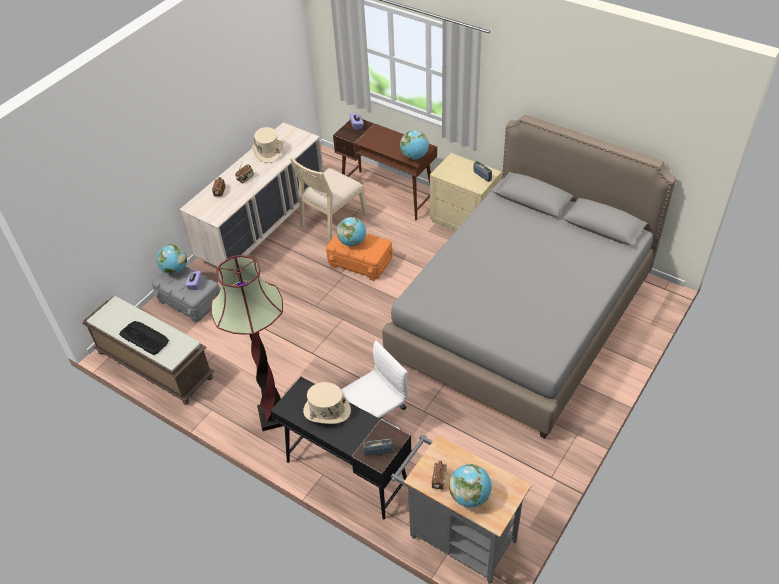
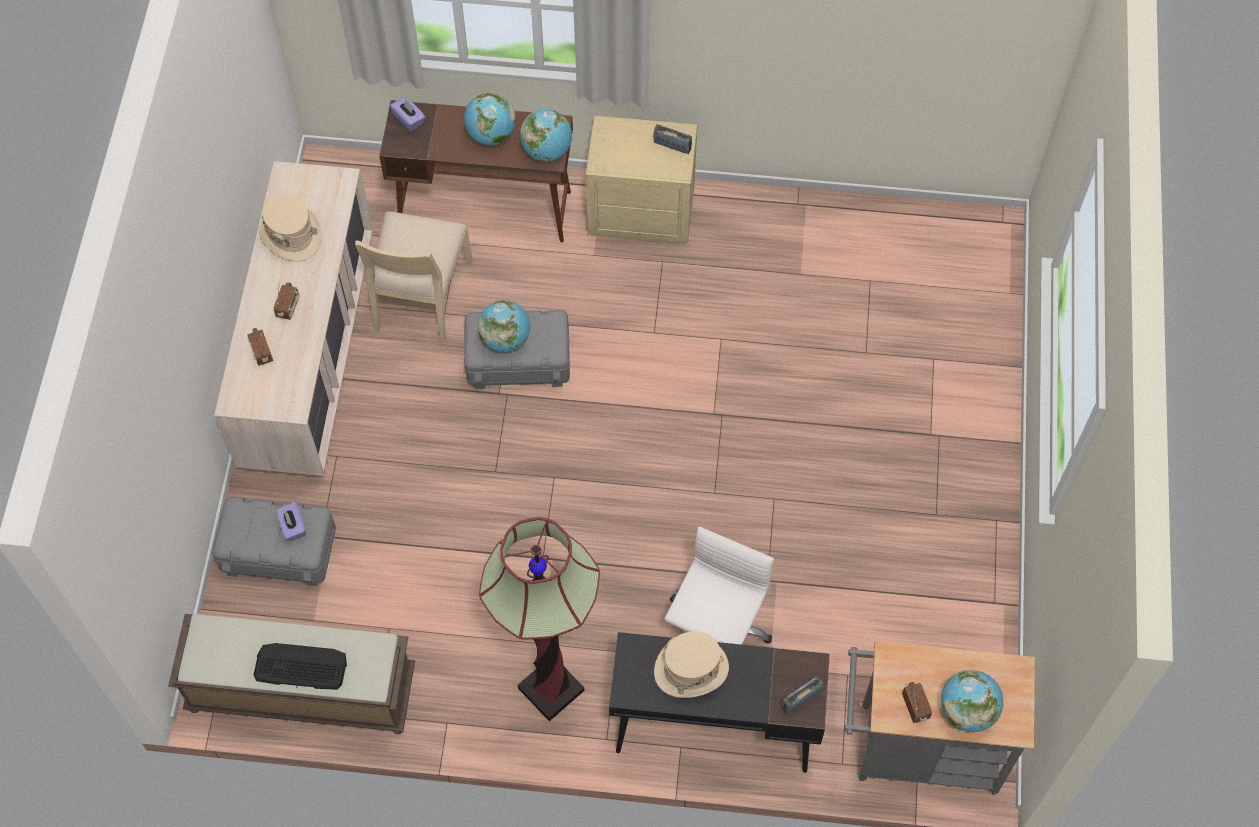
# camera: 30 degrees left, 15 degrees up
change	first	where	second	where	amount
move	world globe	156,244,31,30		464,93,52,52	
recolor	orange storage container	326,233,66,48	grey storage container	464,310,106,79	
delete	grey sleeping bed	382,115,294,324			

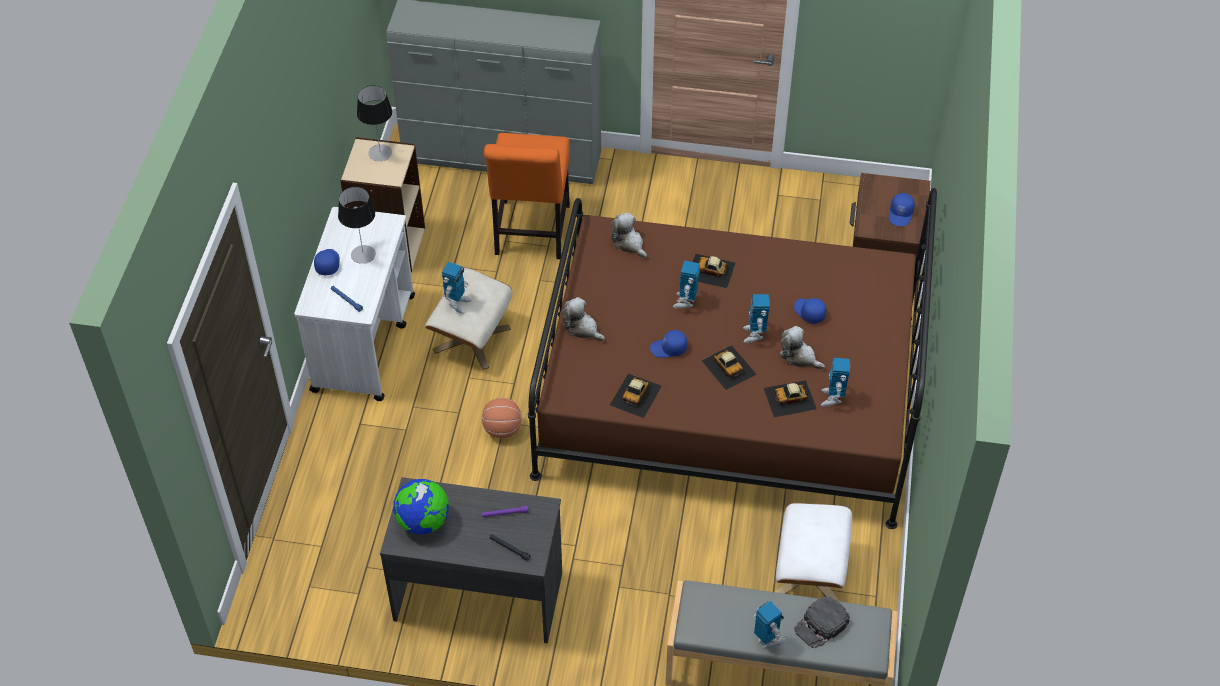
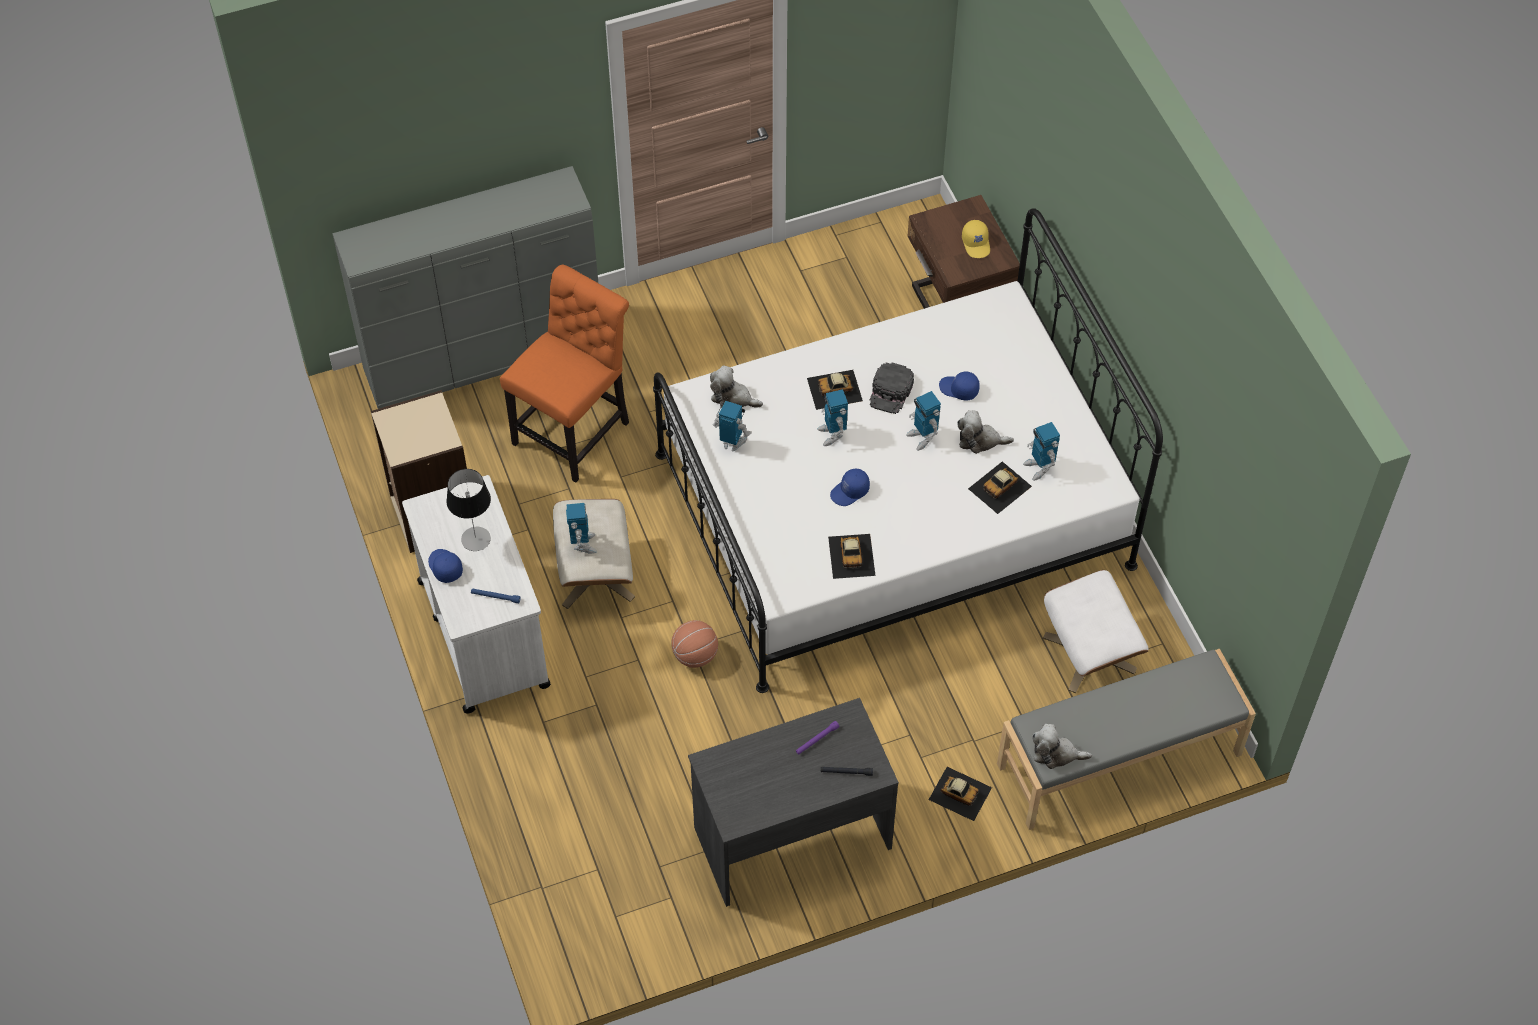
# camera: 30 degrees left, 5 degrees up
change	first	where	second	where	amount
rotate	orange plain chair	484,133,86,126		500,265,129,218	120 degrees counterclockwise
recolor	brown sleeping bed	528,188,409,341	whitish sleeping bed	653,208,510,485	
move	toy robot	754,601,32,47		713,401,39,51	
move	black-coloured cap	794,596,56,52		870,362,44,52	
move	model car	701,345,56,45		929,767,63,54	
recolor	blue cap	889,193,26,33	yellow cap	962,220,28,38	
move	cuddly toy	562,297,43,44		1032,724,60,45	
delete	tabletop lamp	357,85,35,76			
delete	world globe	393,479,56,55			

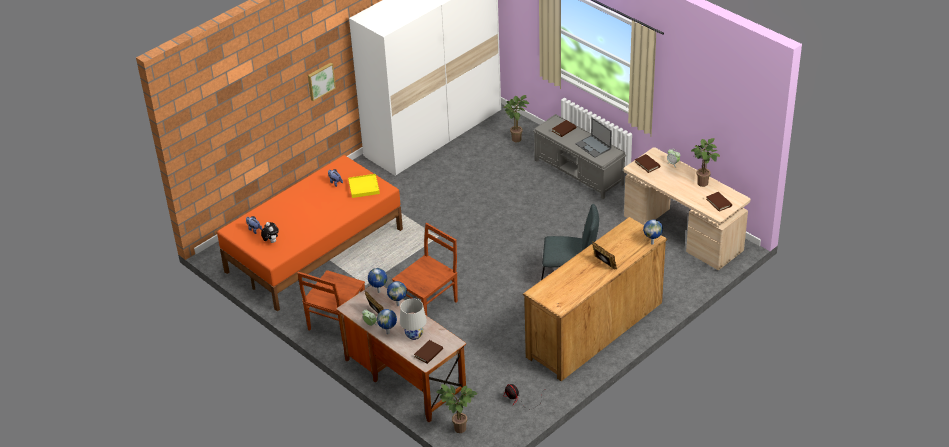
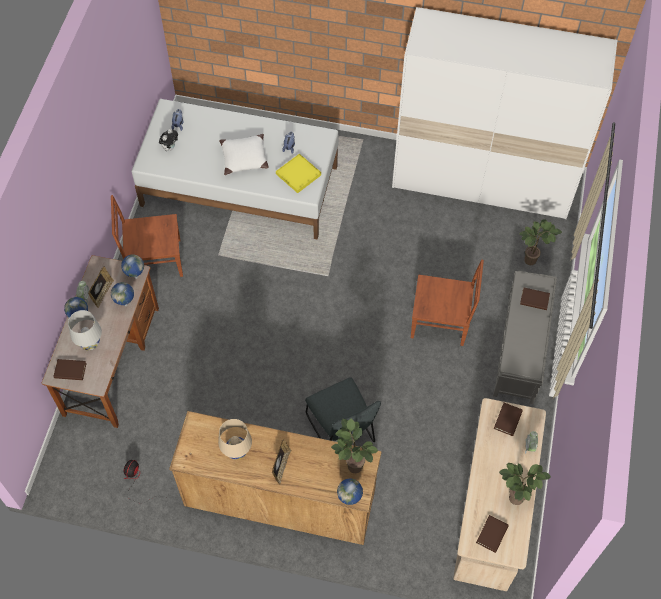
# camera: 55 degrees right, 20 degrees up
change	first	where	second	where	amount
recolor	orange sleeping bed	217,155,186,157	whitish sleeping bed	131,99,208,141	
insert			sand-coloured tabletop lamp	218,419,34,41	
insert			whitish throw pillow	219,134,50,41	
move	potted plant	437,384,40,49		331,419,47,54	
move	brown plain chair	392,223,66,93		411,260,73,86	
delete	wall art	308,63,28,38			
delete	notebook computer	575,118,37,40			

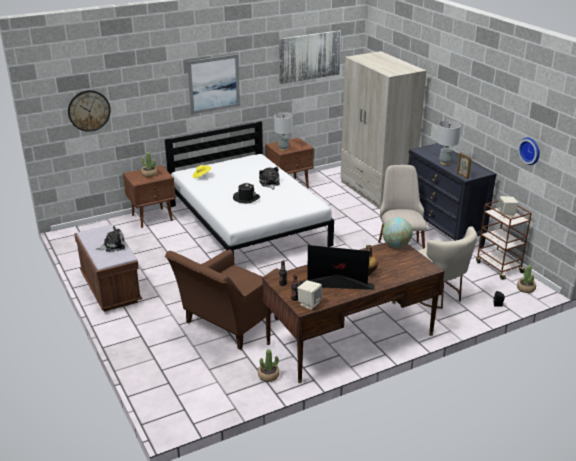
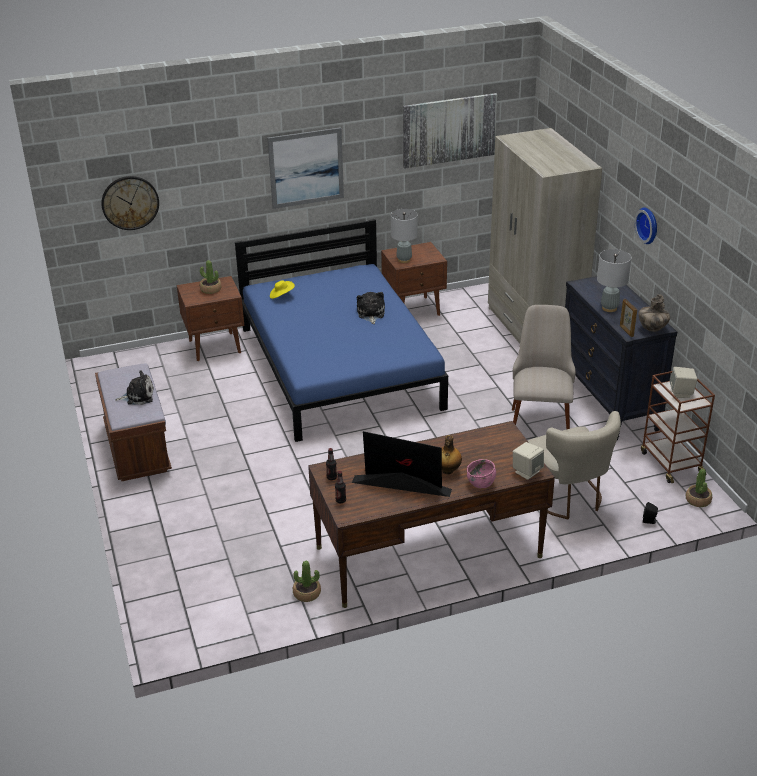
# camera: 10 degrees right, 5 degrees up
change	first	where	second	where	amount
recolor	whitish sleeping bed	165,121,169,134	blue sleeping bed	235,219,213,223	
insert			pink-coloured bowl	467,459,29,29	
move	sand-coloured loudspeaker	297,280,25,30		513,442,31,38	
move	wall clock	518,137,22,28		634,207,23,37	
insert			flower vase	638,294,32,38	
delete	brown armchair	165,249,115,101			
delete	black-coloured wearable hat	233,182,27,22			
delete	world globe	382,217,31,31			

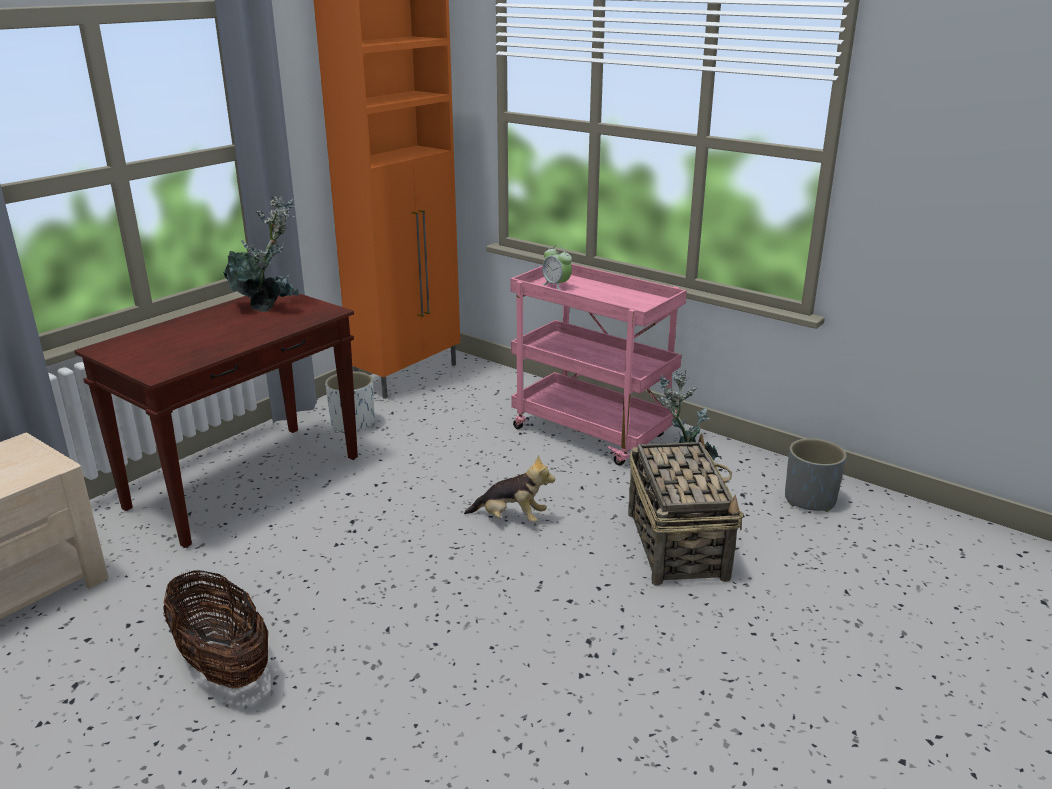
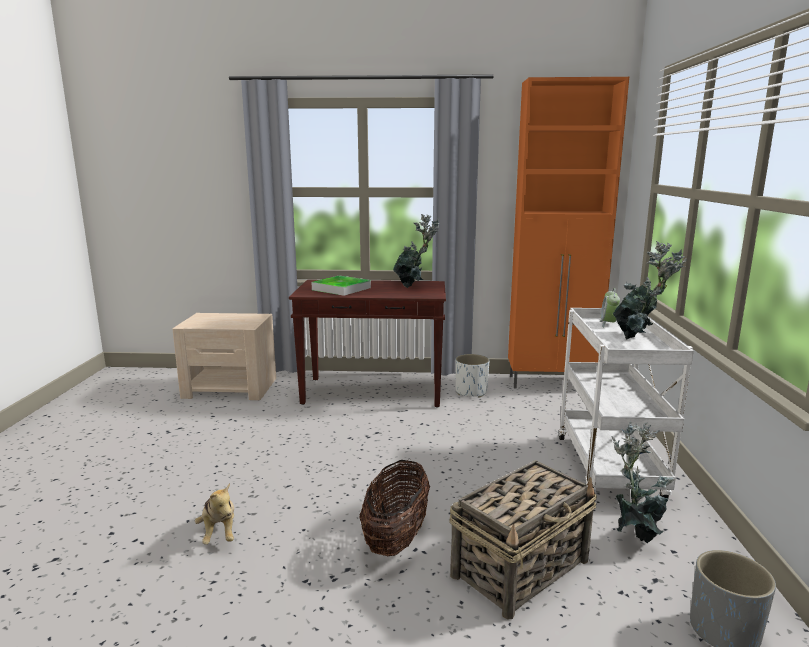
# camera: 55 degrees right, 10 degrees down
change	first	where	second	where	amount
move	cuddly toy	464,455,91,68		195,483,39,62	
insert			serving tray	312,275,59,21	
move	storage basket	163,569,105,120		359,460,71,97	
recolor	pink-coloured trolley	511,264,176,202	whitish trolley	559,308,135,190	
insert			potted plant	613,241,74,98	

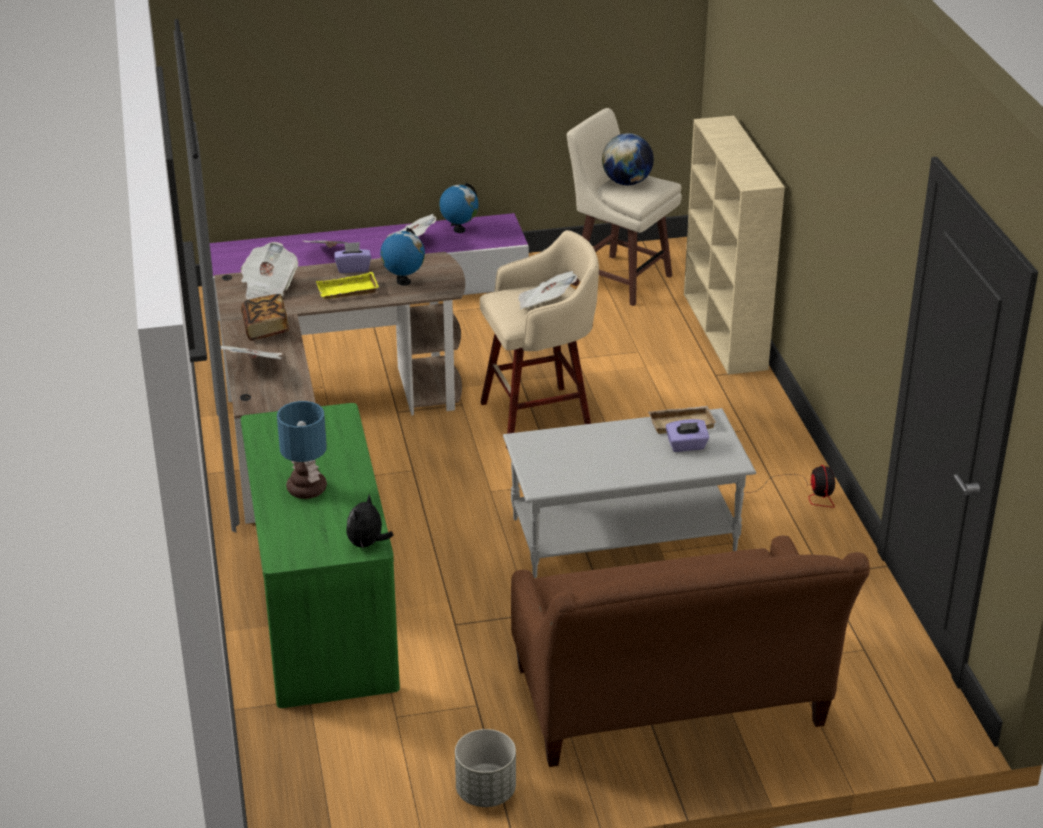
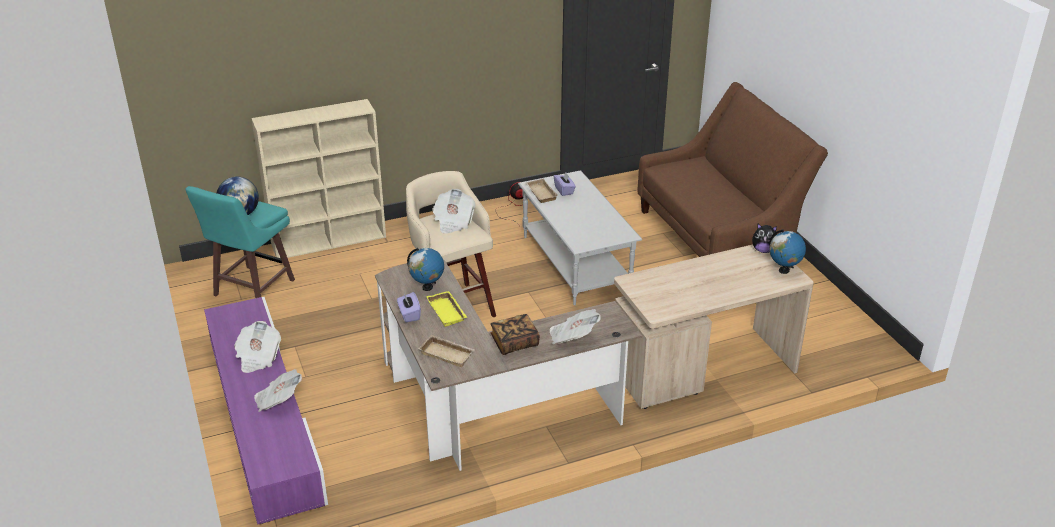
# camera: 100 degrees left, 0 degrees up
change	first	where	second	where	amount
recolor	sand-coloured sitting stool	567,108,115,198	turquoise-coloured sitting stool	185,186,110,112	
replace	printed paper	241,242,57,58	sand-coloured serving tray	418,335,57,32	
recolor	green desk	241,403,159,305	sand-coloured desk	614,244,200,165	
move	world globe	439,183,39,50		769,229,37,45	
delete	tabletop lamp	277,401,50,98			
delete	grey planter	455,729,61,78			

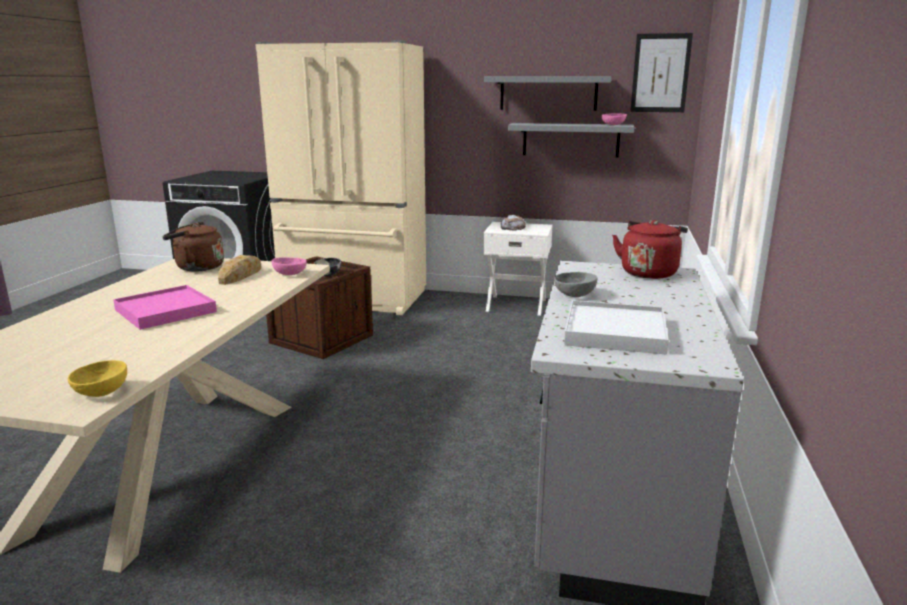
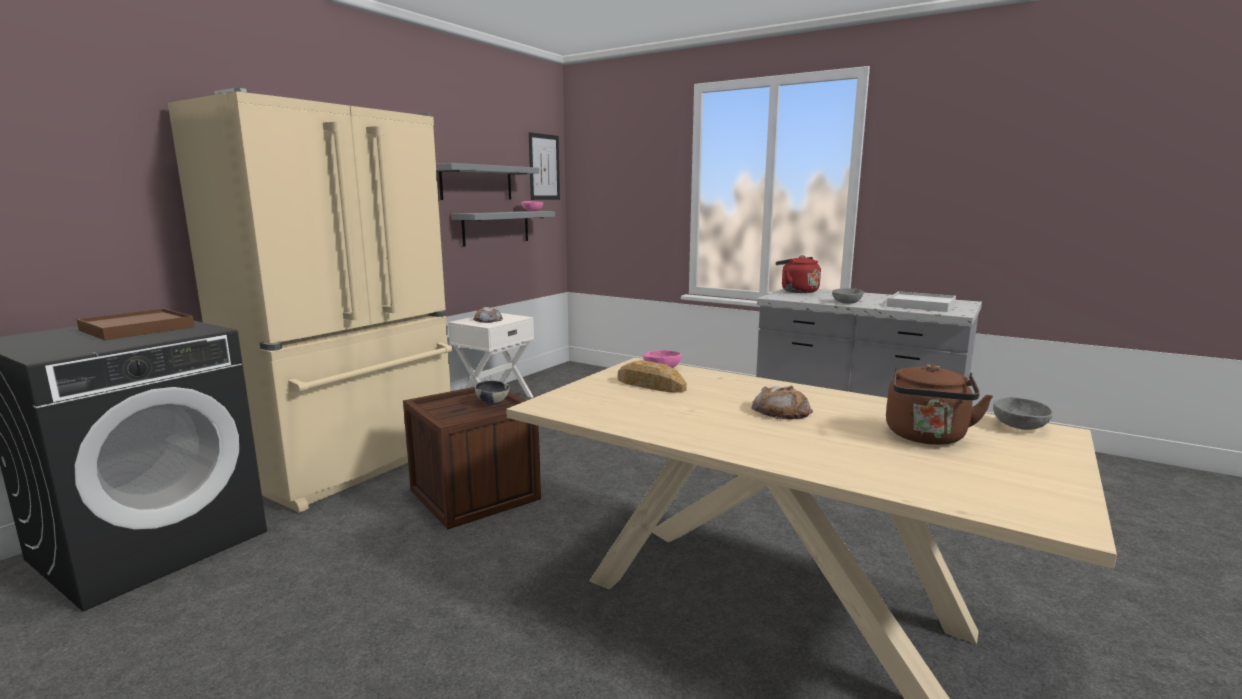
# camera: 70 degrees left, 5 degrees down
change	first	where	second	where	amount
insert			brown serving tray	77,309,118,31	
replace	pink-coloured serving tray	113,285,104,45	baked bread	751,386,62,33	
move	brown tea kettle	162,222,62,49		886,364,107,81	
recolor	yellow bowl	68,360,59,37	grey bowl	993,397,60,33	

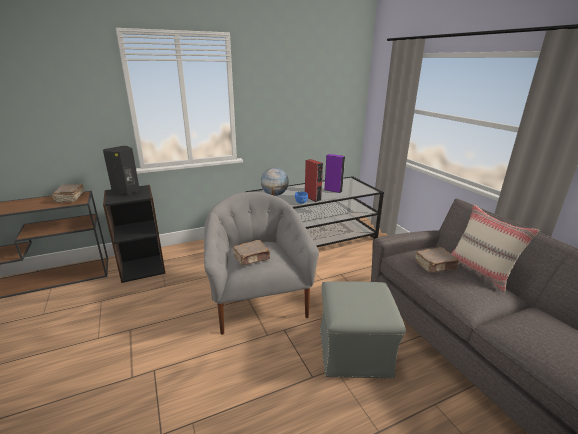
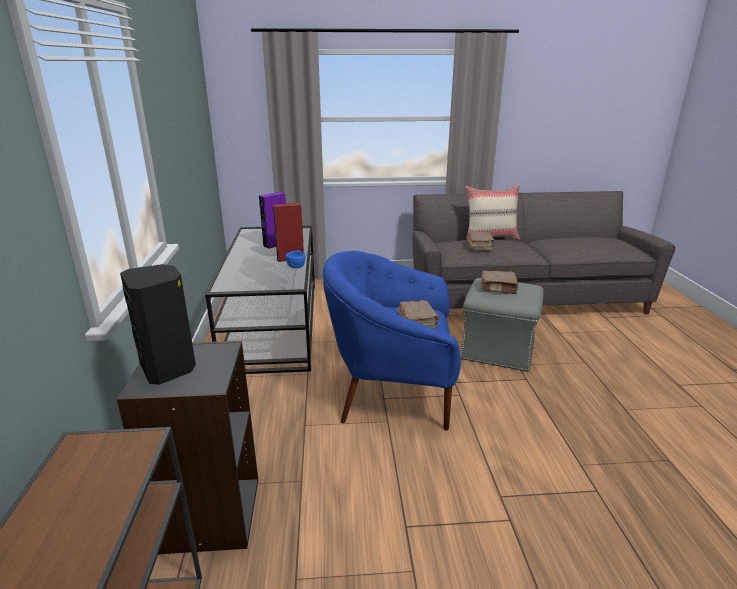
# camera: 70 degrees left, 0 degrees up
change	first	where	second	where	amount
recolor	grey armchair	204,192,115,143	blue armchair	323,251,138,180	
move	brown book	52,184,32,19		481,271,37,23	
delete	world globe	261,168,28,28			

